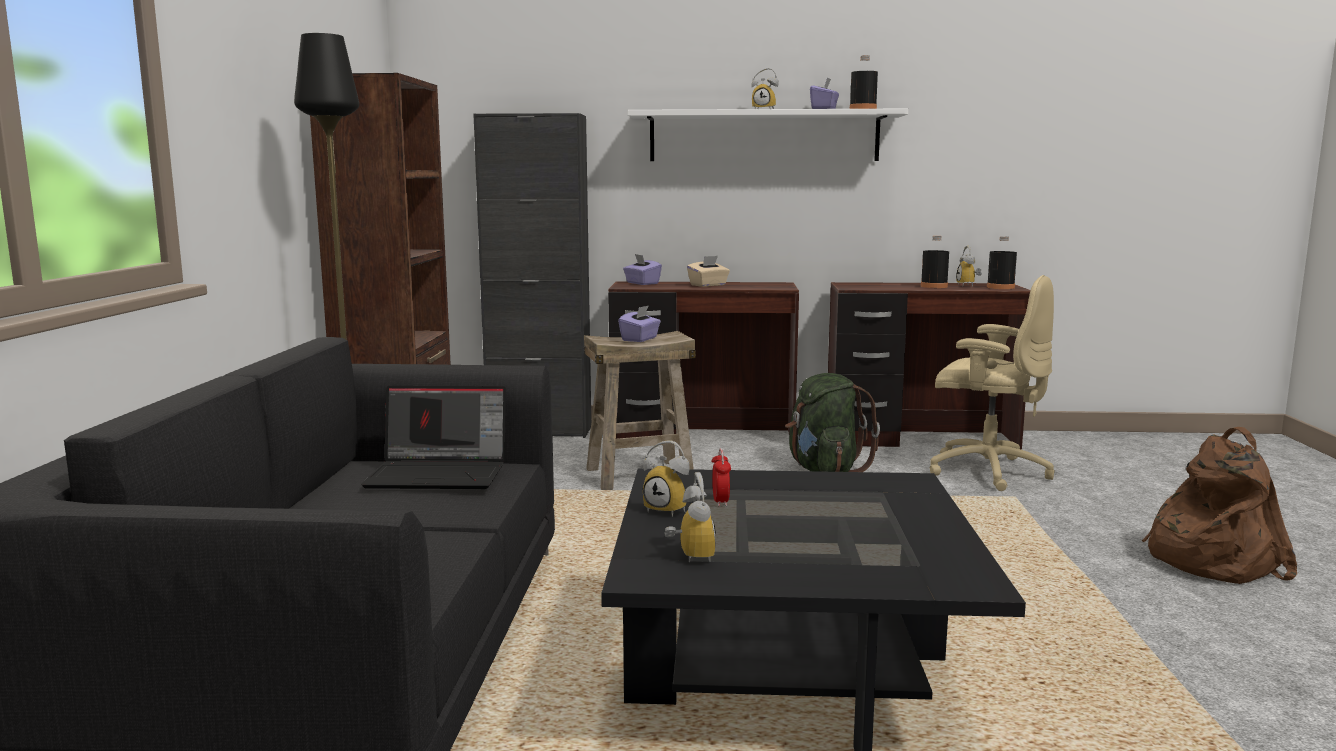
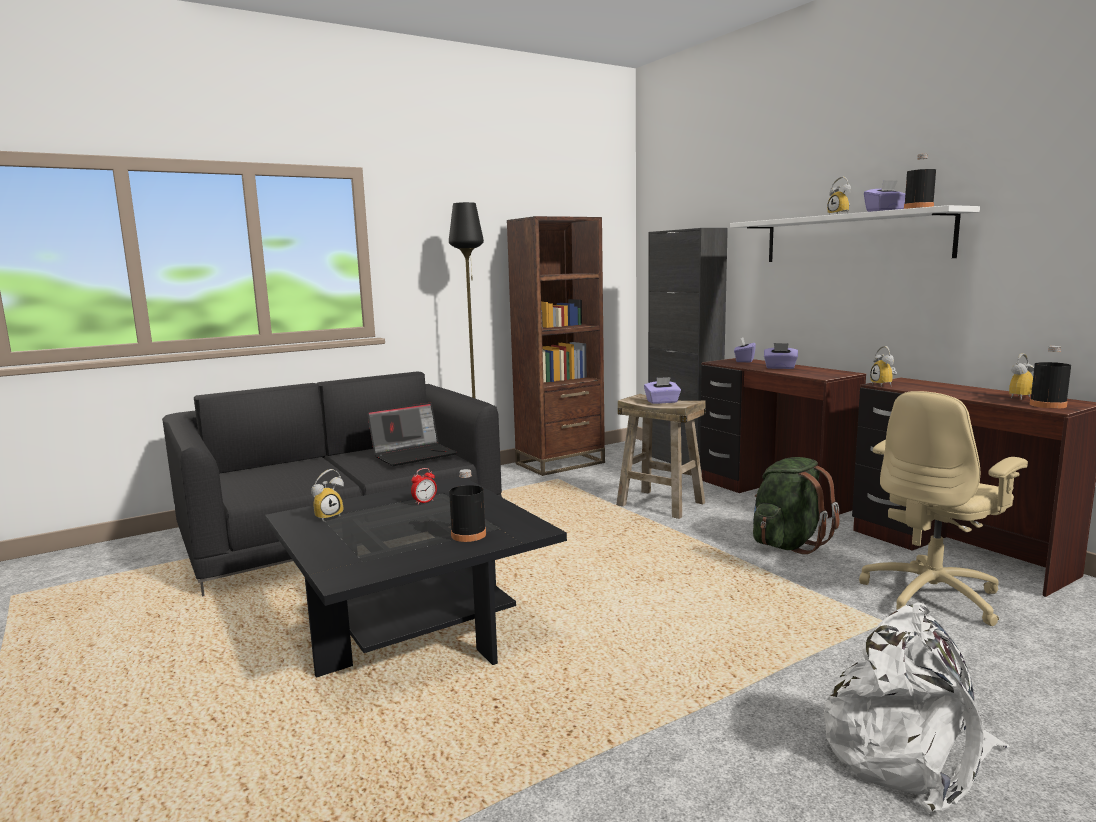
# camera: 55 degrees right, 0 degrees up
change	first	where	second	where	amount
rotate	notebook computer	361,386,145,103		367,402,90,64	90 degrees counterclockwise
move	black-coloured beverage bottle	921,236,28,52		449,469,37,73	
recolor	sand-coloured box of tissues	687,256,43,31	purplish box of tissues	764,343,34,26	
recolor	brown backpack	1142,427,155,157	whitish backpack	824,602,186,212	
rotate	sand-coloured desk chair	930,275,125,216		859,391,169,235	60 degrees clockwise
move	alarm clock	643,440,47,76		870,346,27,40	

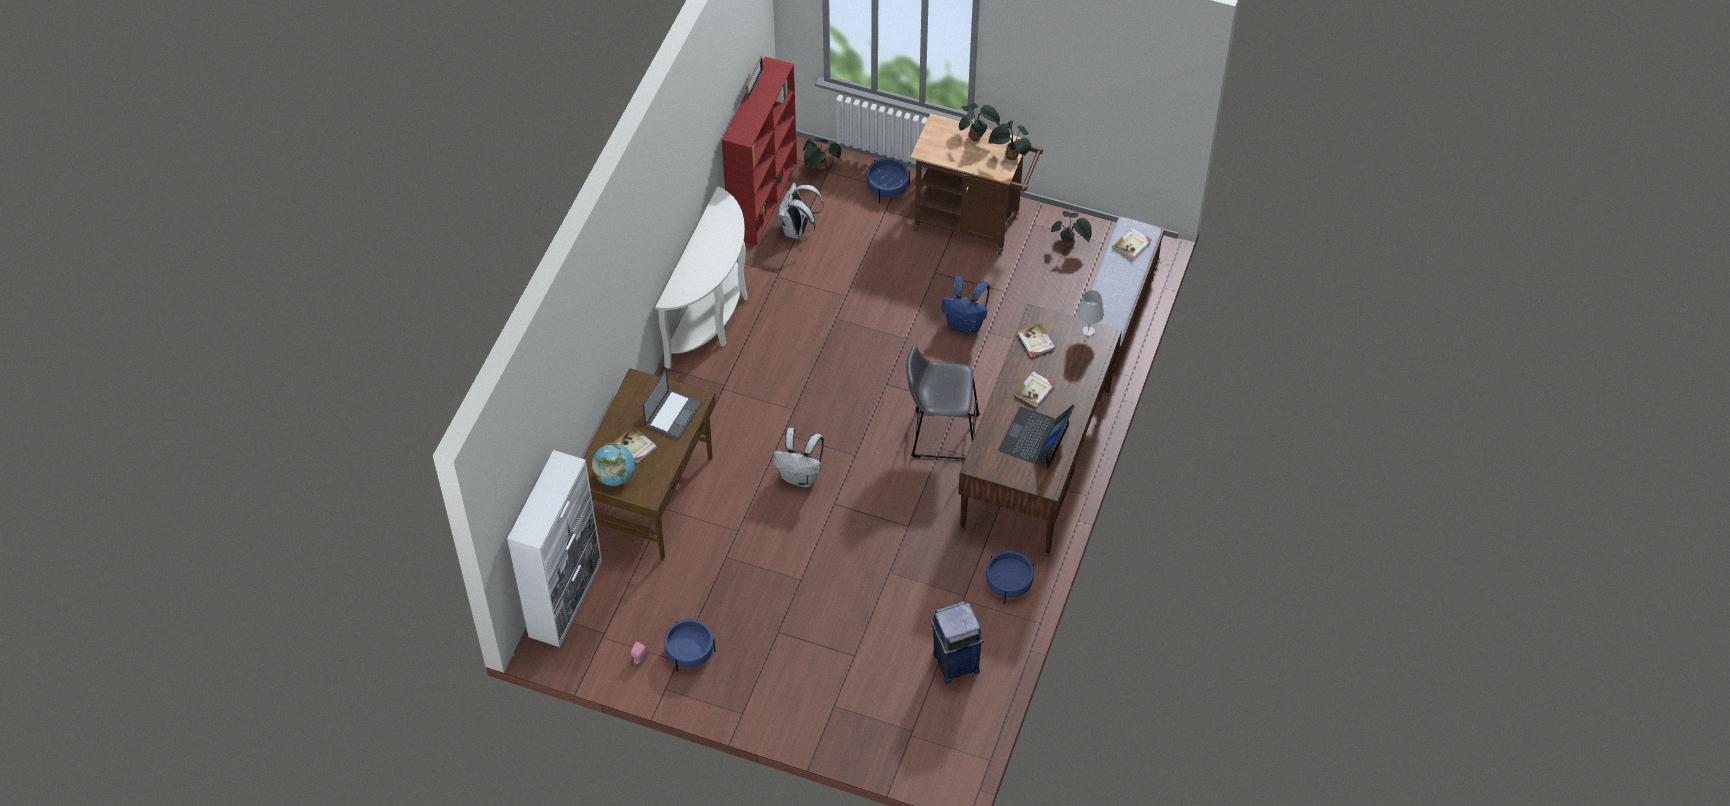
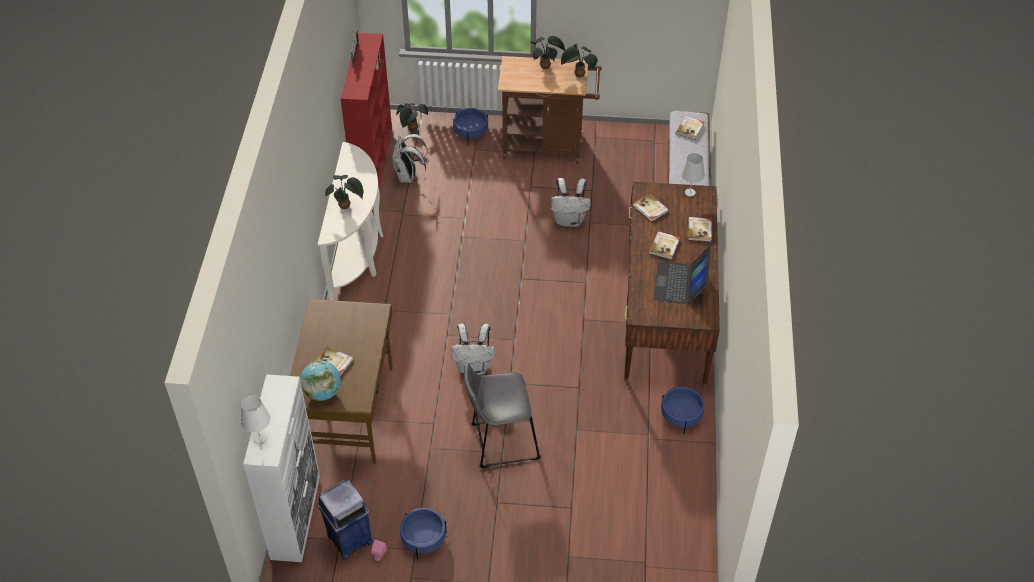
# camera: 15 degrees left, 5 degrees down
change	first	where	second	where	amount
insert			whitish tabletop lamp	240,395,31,49	
move	blue waste bin	931,601,53,82		317,479,56,81	
move	potted plant	1051,211,41,37		325,175,39,34	
move	grey sitting stool	906,345,74,115		464,363,77,105	
recolor	blue backpack	941,275,49,59	whitish backpack	551,178,40,49	
insert			book	688,217,24,25	
delete	notebook computer	642,368,60,72			

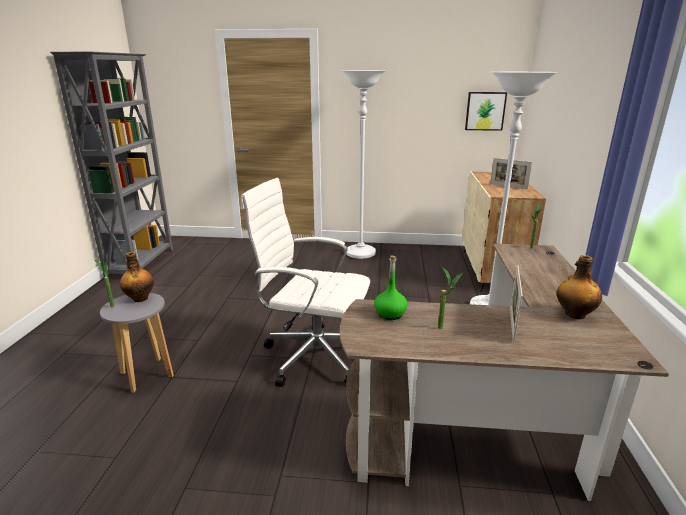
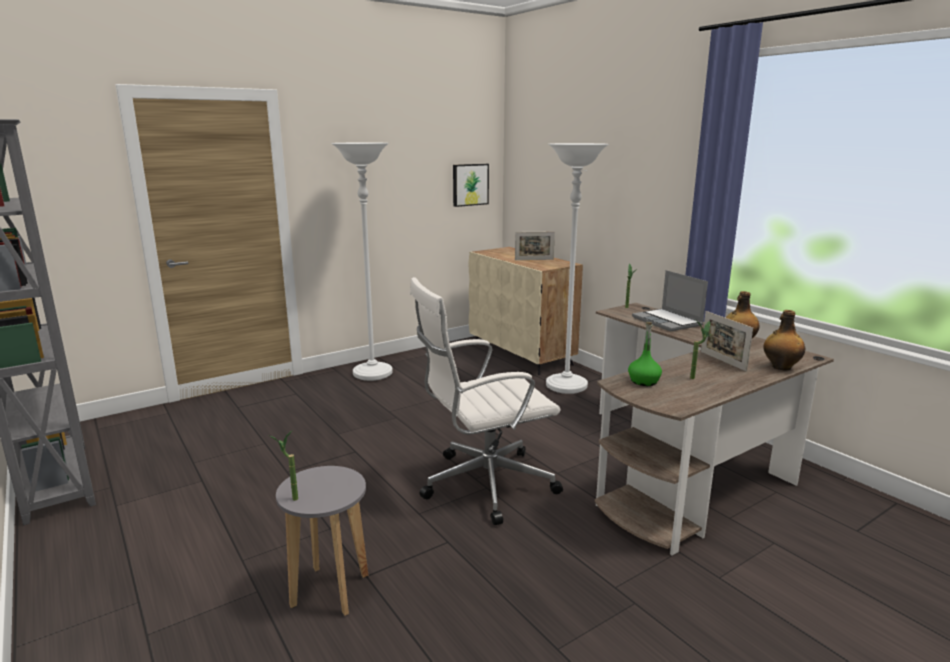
# camera: 40 degrees left, 5 degrees down
change	first	where	second	where	amount
insert			notebook computer	632,270,76,62	
move	beverage bottle	120,252,34,50		763,310,42,61	

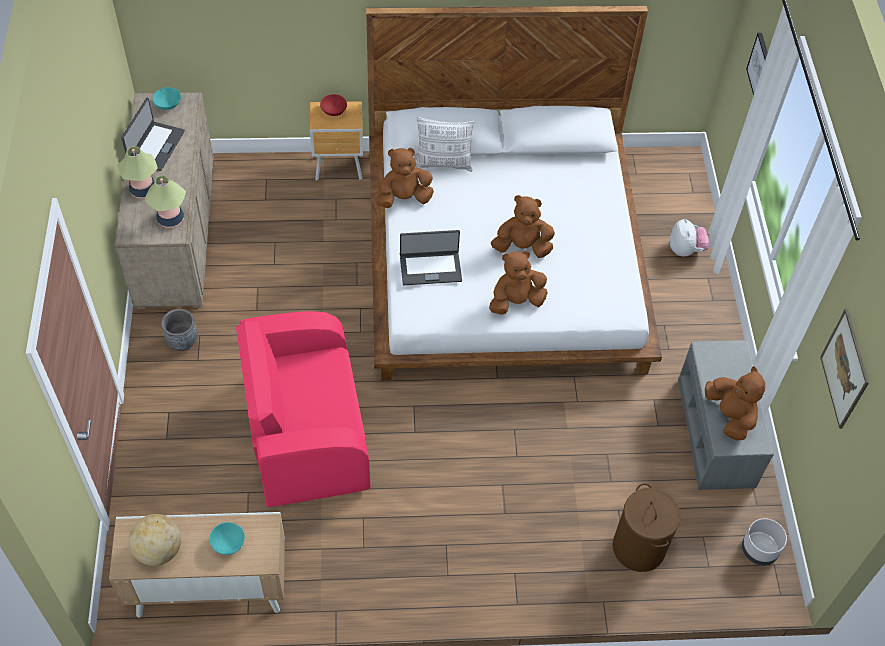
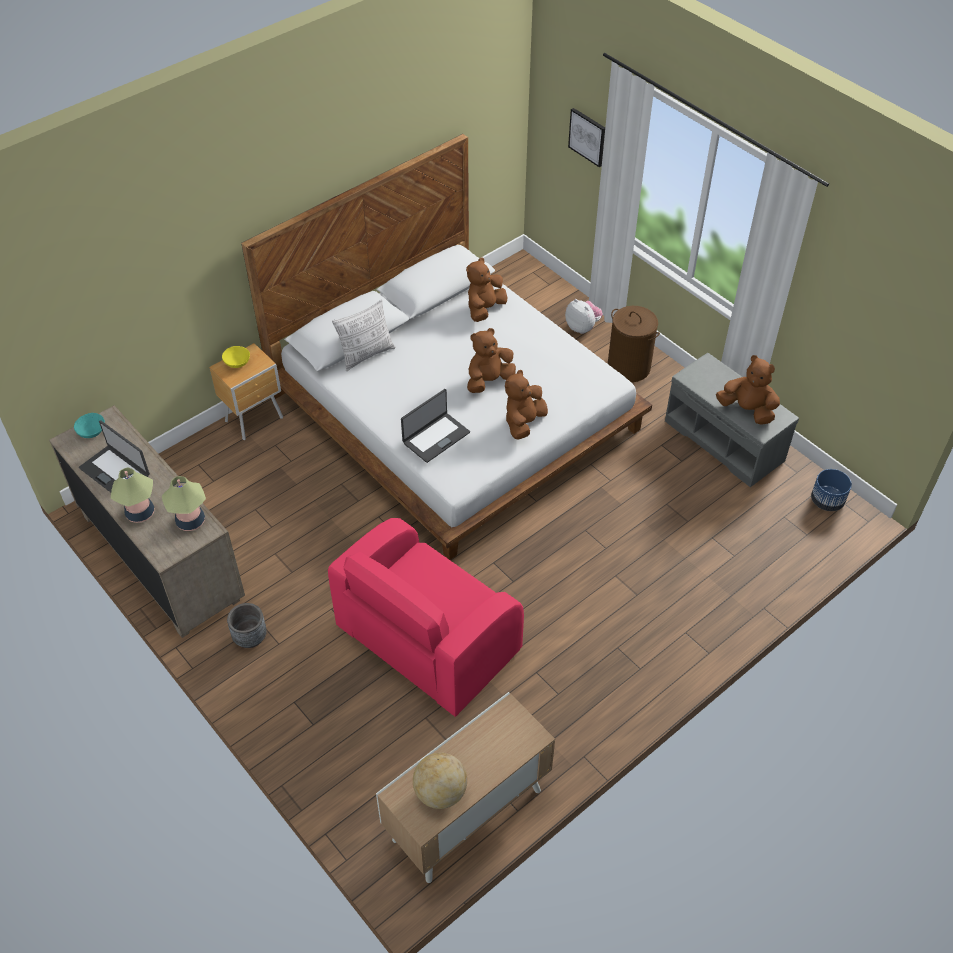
# camera: 35 degrees left, 5 degrees down
change	first	where	second	where	amount
rotate	notebook computer	121,98,64,73		79,420,71,73	150 degrees clockwise
recolor	red-coloured bowl	320,94,27,22	yellow bowl	222,346,28,22	
move	brown cuddly toy	375,148,59,60		466,257,41,65	
move	brown washing basket	613,483,68,89		608,306,52,76	
recolor	grey planter	742,518,45,48	blue planter	811,469,41,42	
delete	turquoise-coloured bowl	209,522,36,33			
delete	wall art	820,309,49,120			

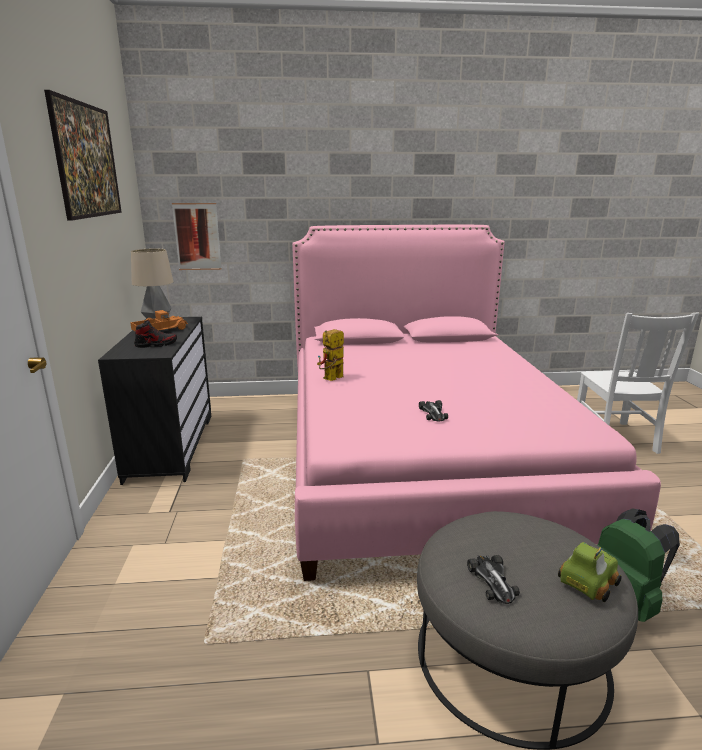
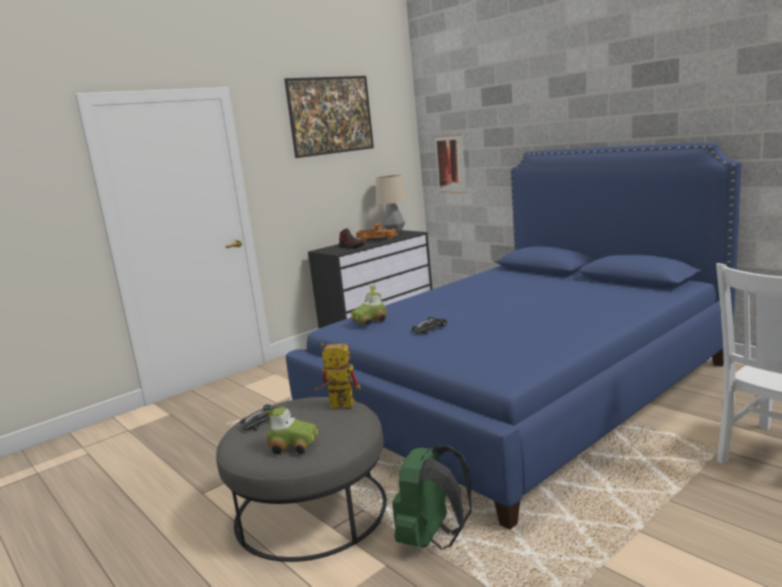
# camera: 55 degrees right, 5 degrees down
change	first	where	second	where	amount
recolor	pink-coloured sleeping bed	292,225,369,356	blue sleeping bed	286,142,456,388	
move	toy robot	317,329,27,52		314,343,47,65	
insert			model car	351,285,36,40	

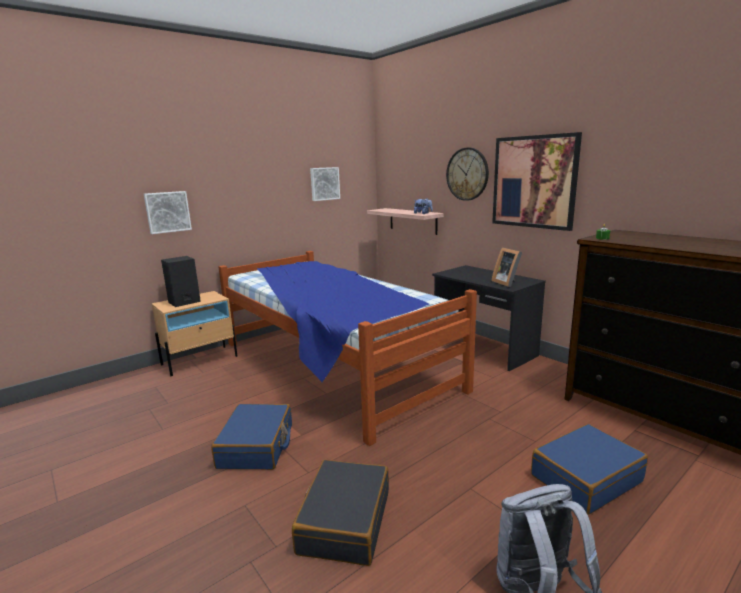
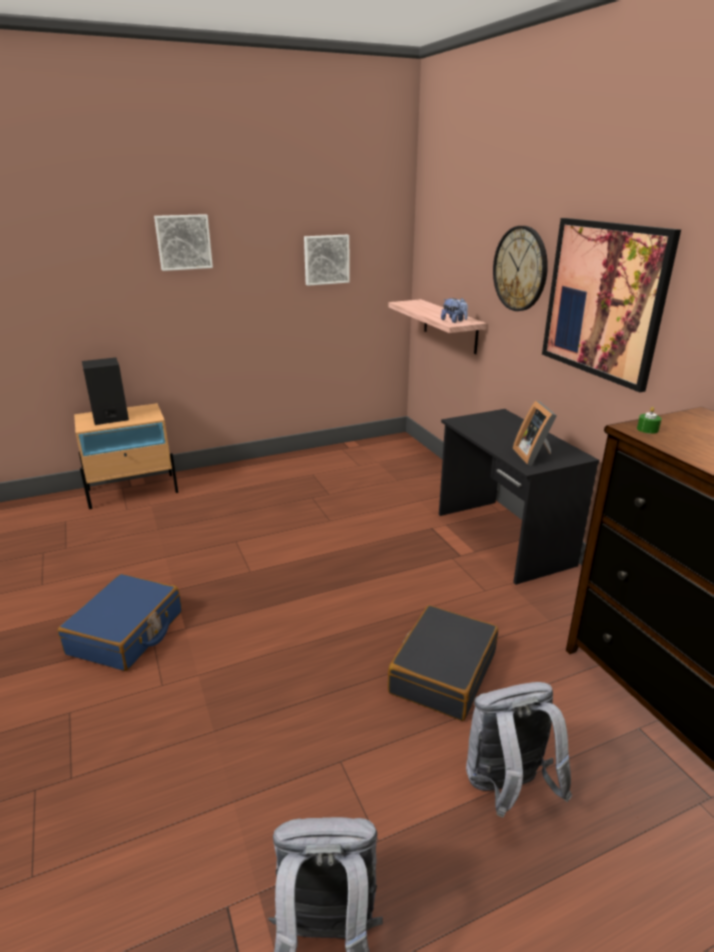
# camera: 15 degrees right, 10 degrees up
change	first	where	second	where	amount
move	wall art	144,191,48,43		154,214,59,57	
move	black-coloured piece of luggage	292,460,97,106		388,605,110,116	
replace	blue piece of luggage	531,424,117,91	grey backpack	466,682,106,136	
delete	sleeping bed	219,251,258,195			

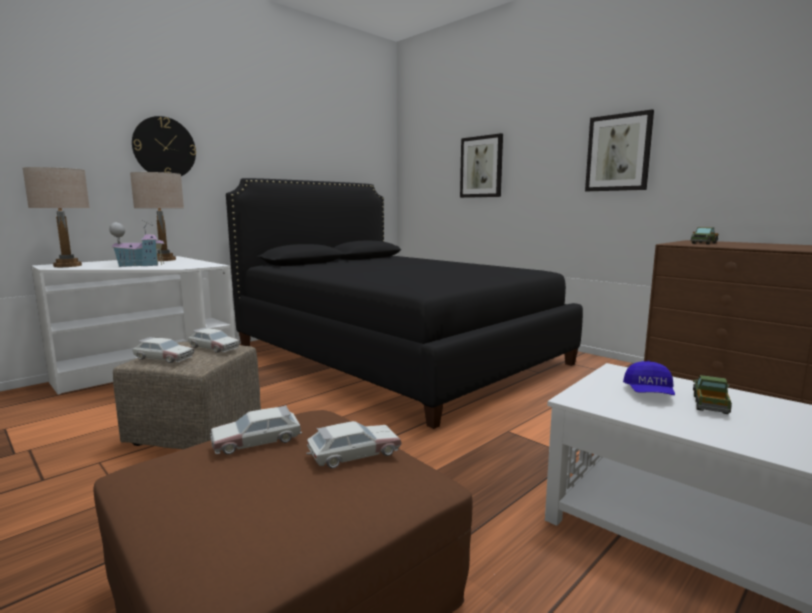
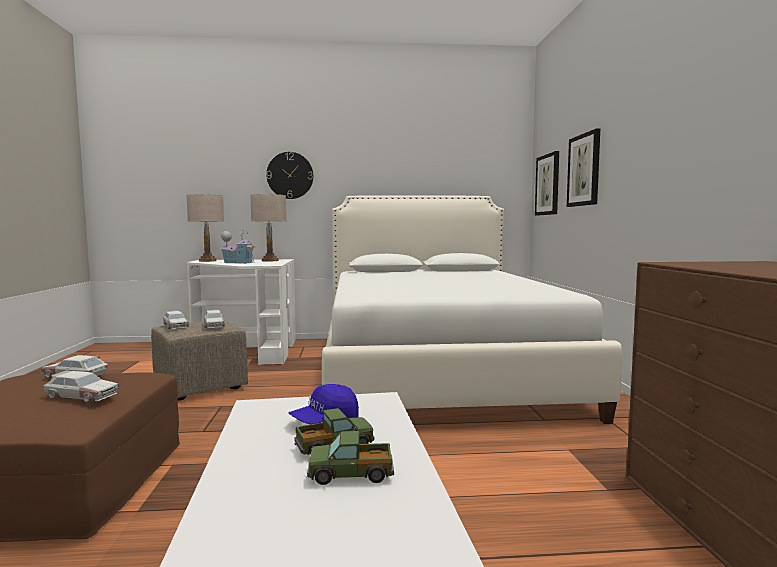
# camera: 40 degrees right, 5 degrees down
change	first	where	second	where	amount
move	model truck	691,227,28,17		307,431,87,54	
recolor	black-coloured sleeping bed	226,178,357,251	whitish sleeping bed	322,195,300,229	
move	wall art	585,109,69,82		535,151,24,65	

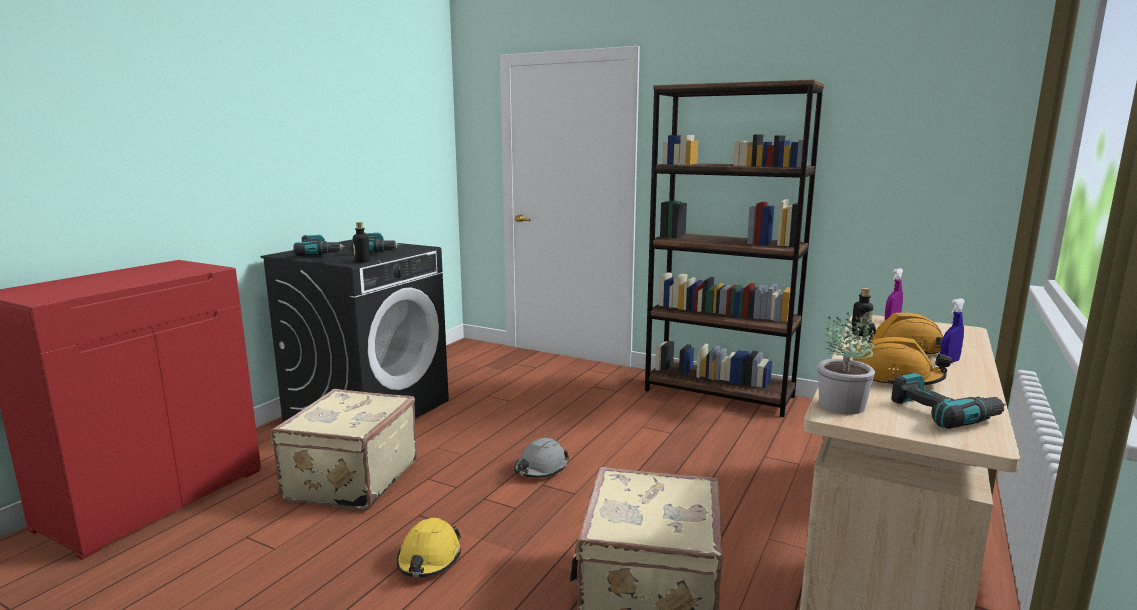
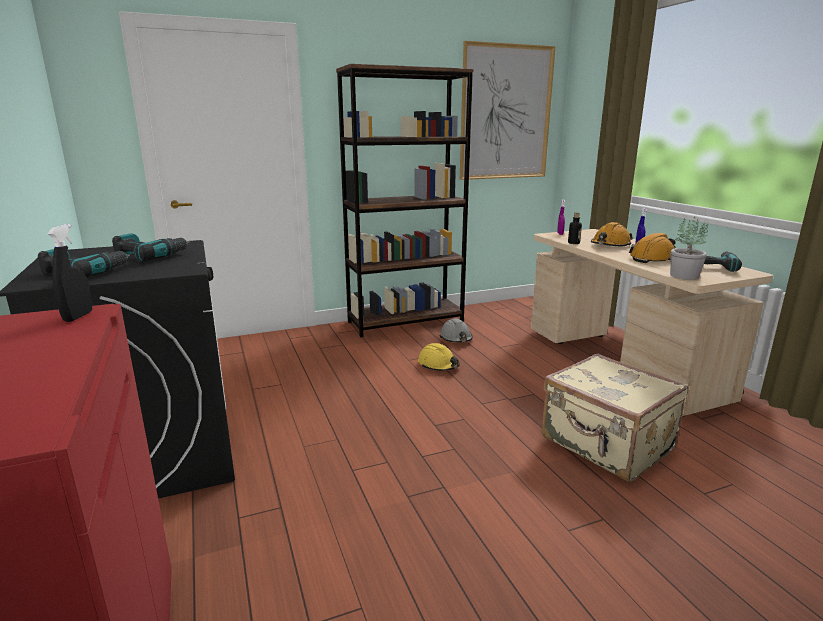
# camera: 50 degrees left, 5 degrees up
change	first	where	second	where	amount
insert			black-coloured spray bottle	47,224,45,98	
move	yellow safety helmet	397,518,64,59		418,343,42,28	
move	grey safety helmet	514,438,55,40		440,318,33,24	
insert			wall art	460,41,96,139	
delete	sand-coloured piece of luggage	271,389,146,121			
delete	beverage bottle	353,222,17,40			

